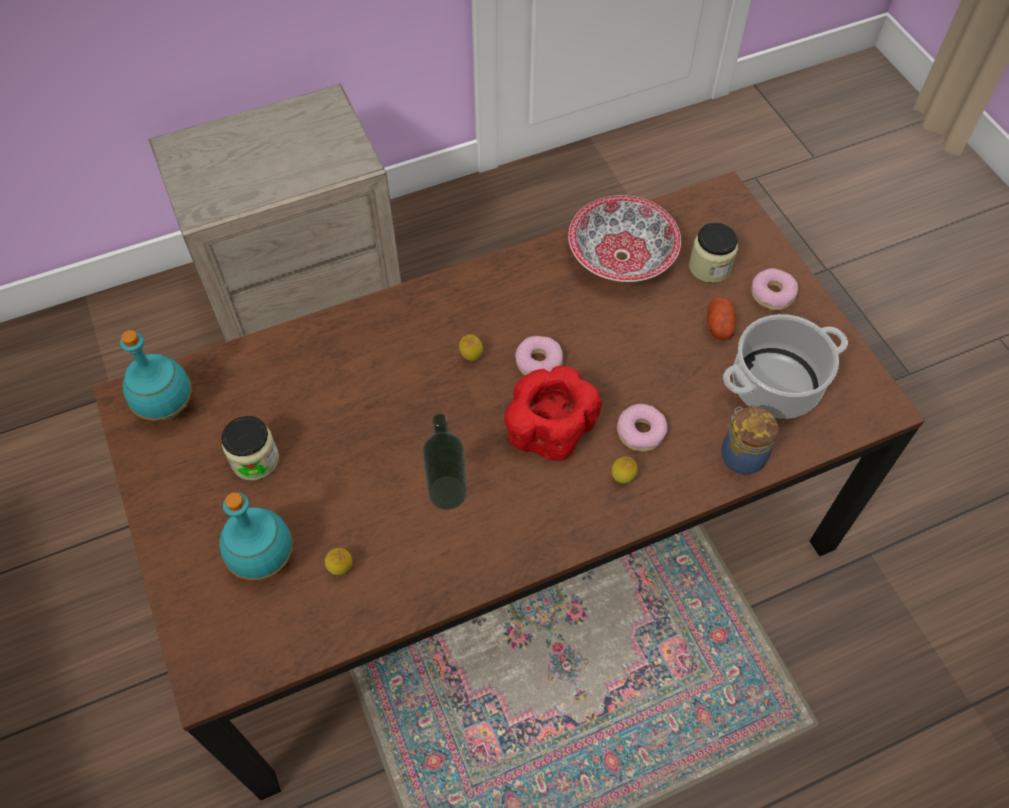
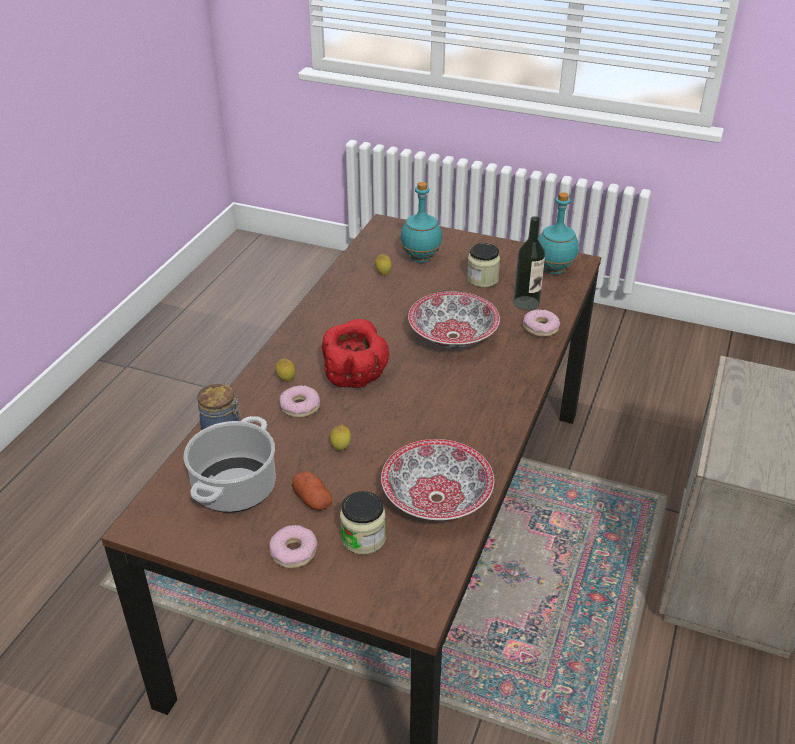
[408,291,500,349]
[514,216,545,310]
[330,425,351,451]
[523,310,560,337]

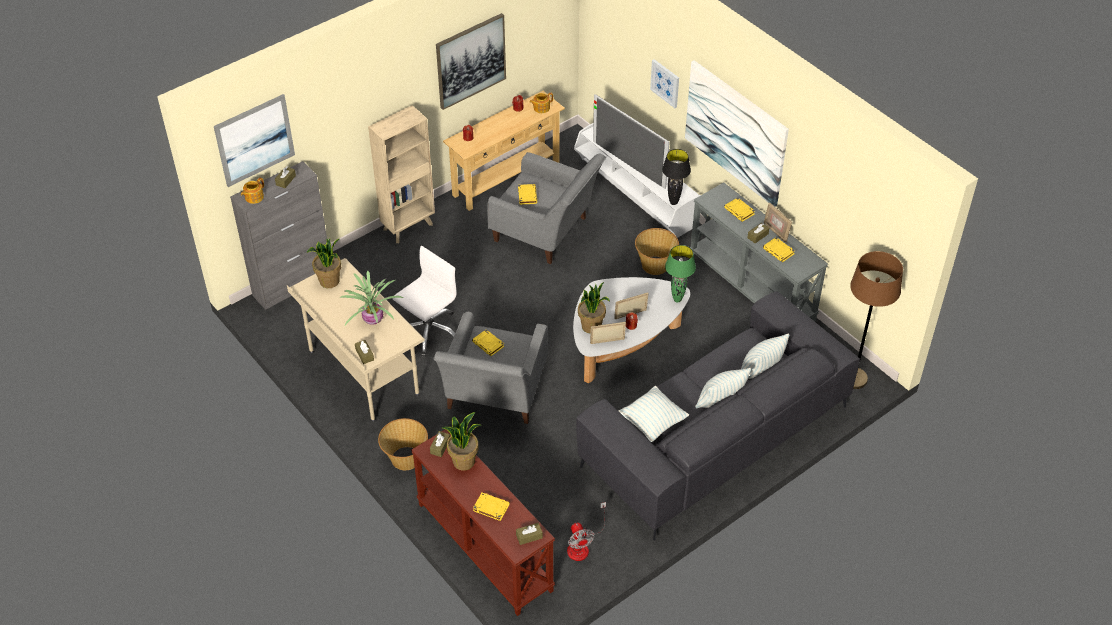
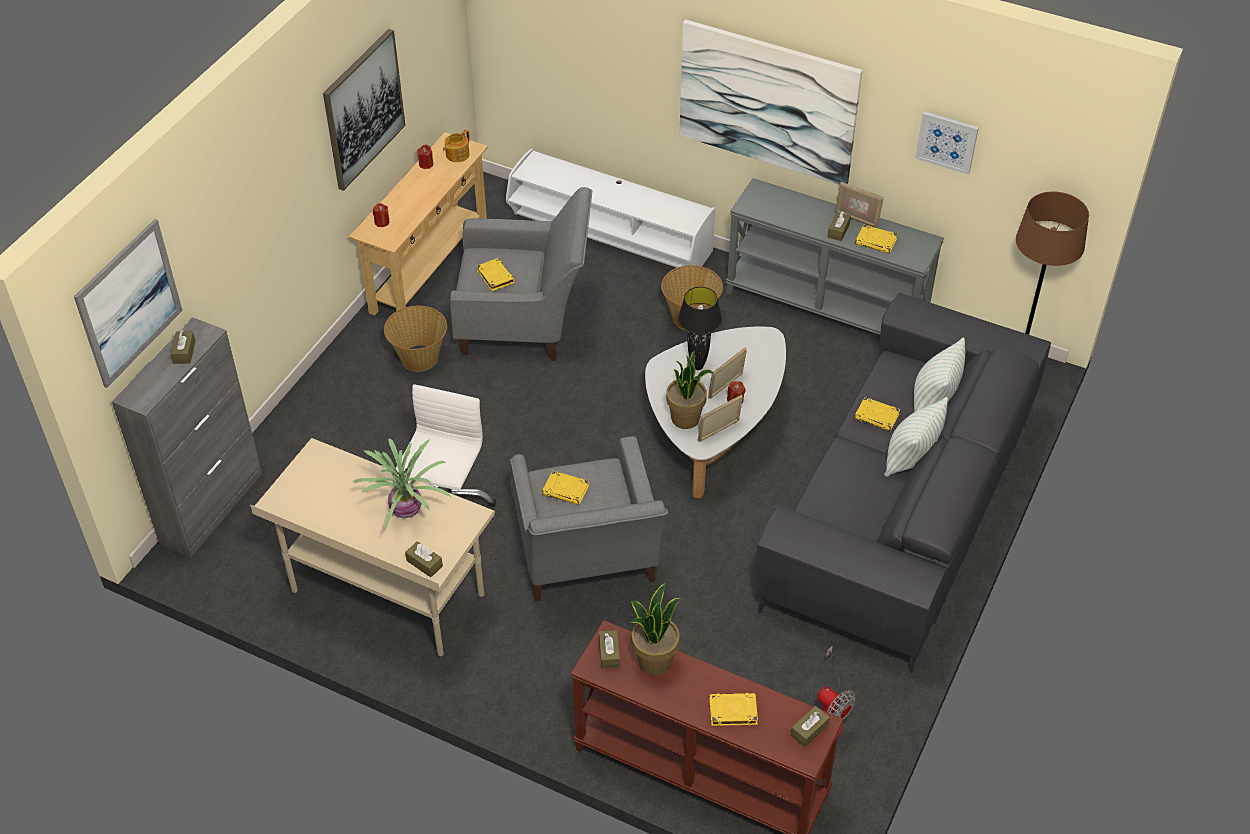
[241,178,264,204] (first image)
[306,238,341,288] (first image)
[368,105,435,243] (first image)
[593,94,670,189] (first image)
[619,386,689,442] (first image)
[665,245,696,302] (first image)
[384,306,447,372]
[915,111,979,175]
[678,287,722,370]
[854,397,900,431]

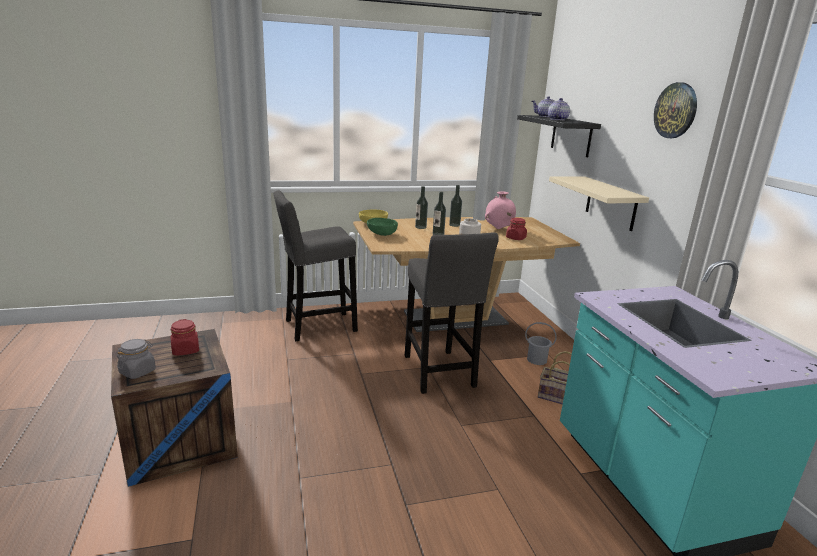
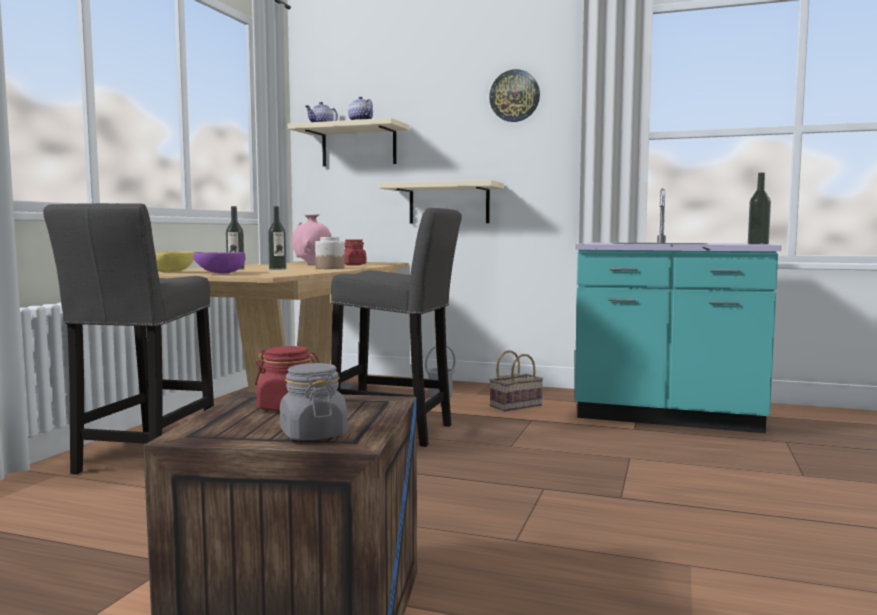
[748,172,771,245]
[193,252,245,274]
[288,118,409,166]

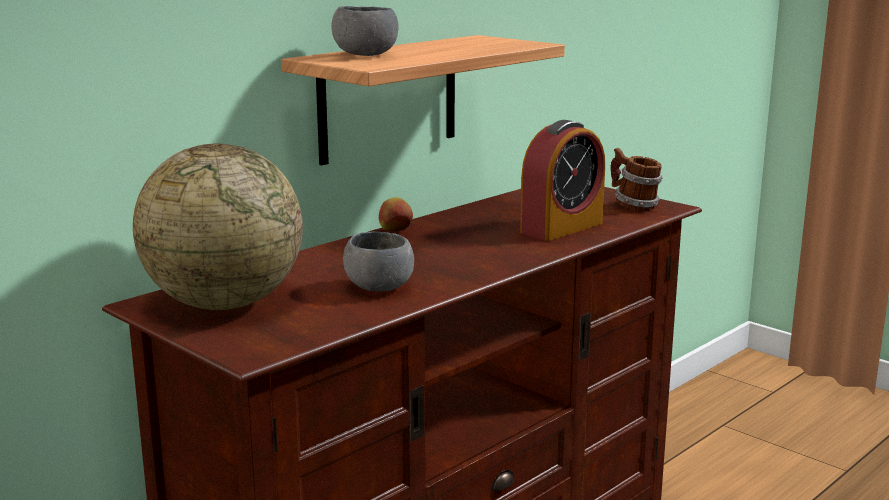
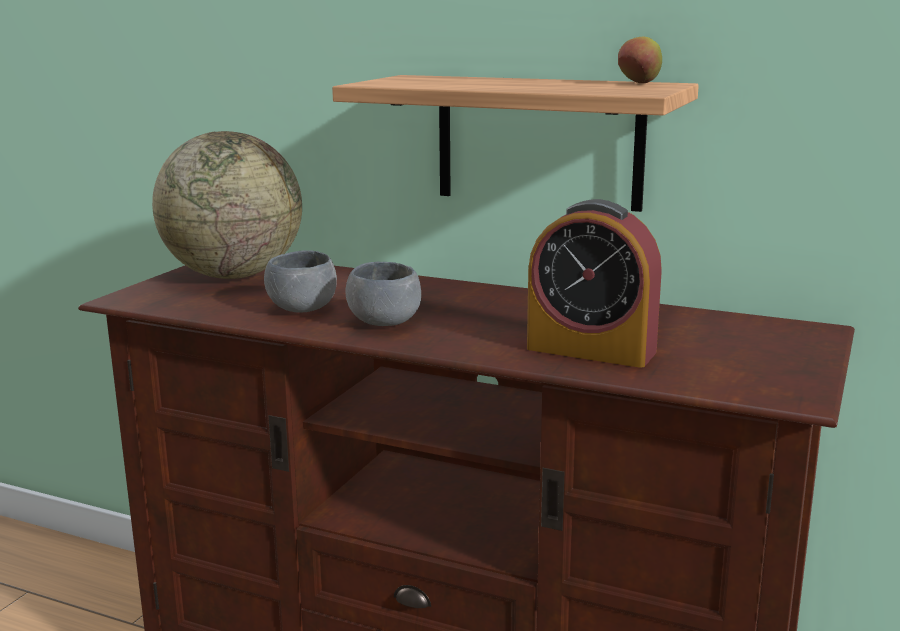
[610,148,663,211] (first image)
[345,262,421,326]
[618,37,662,83]

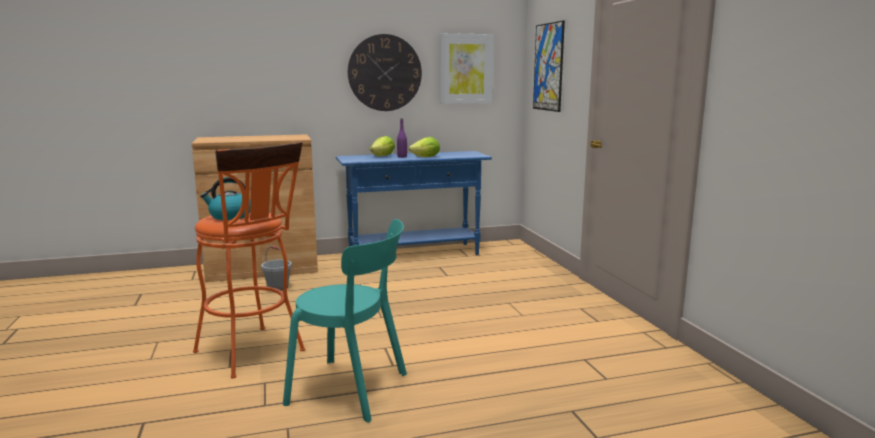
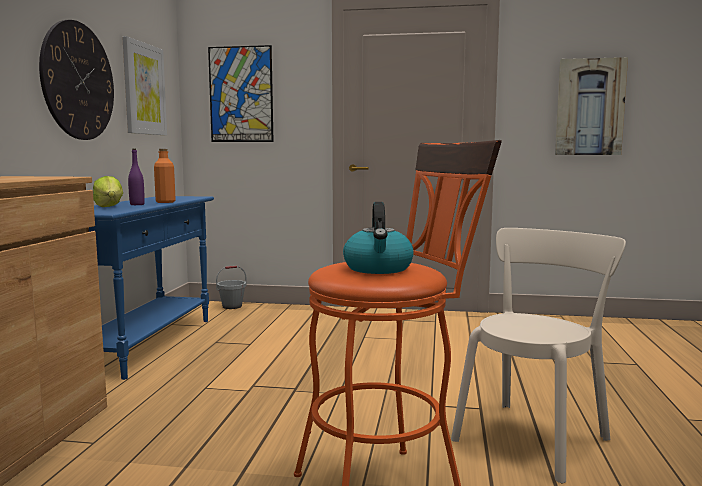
[555,57,628,155]
[216,266,247,309]
[154,149,176,203]
[451,228,626,484]

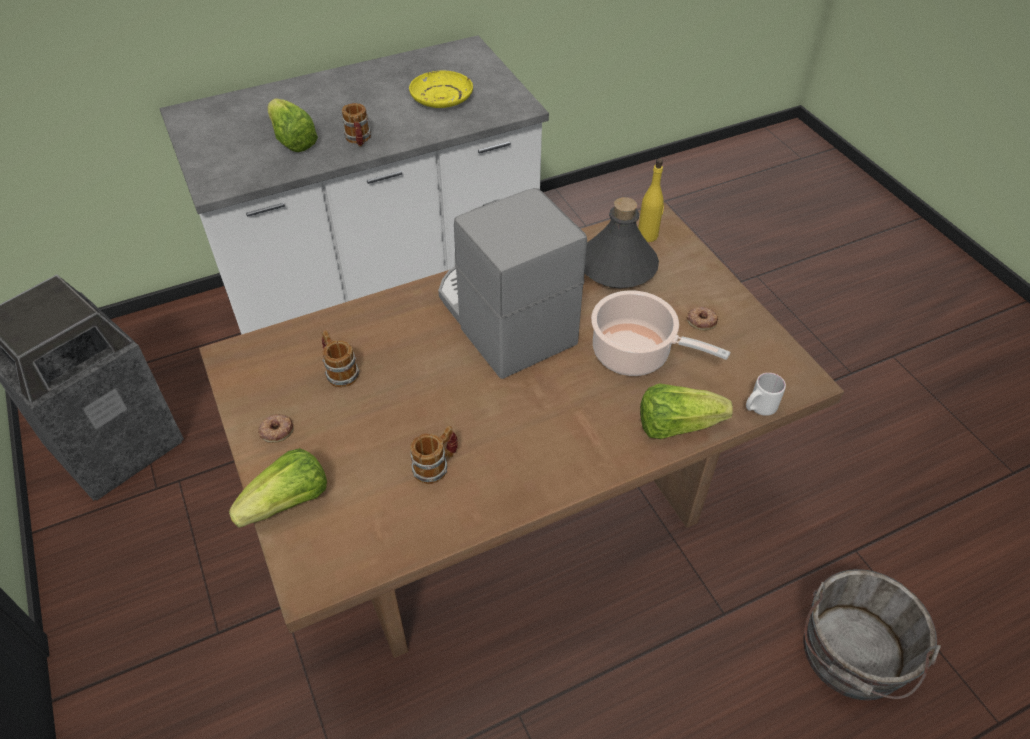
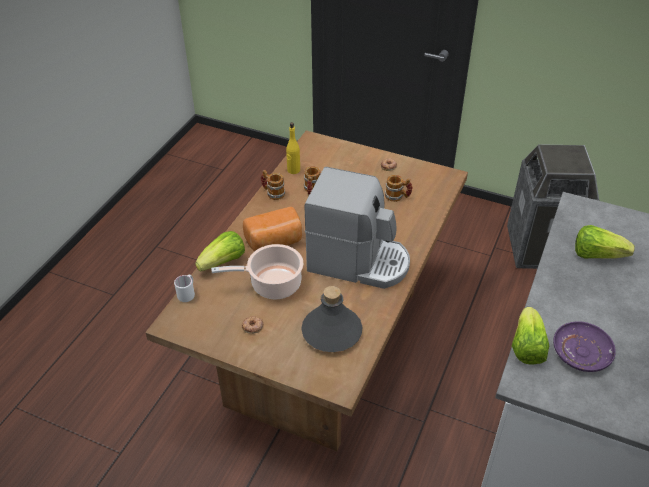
[804,569,941,700] (first image)
[243,207,302,252]
[512,307,549,365]
[261,170,285,200]
[286,122,300,174]
[553,321,616,372]

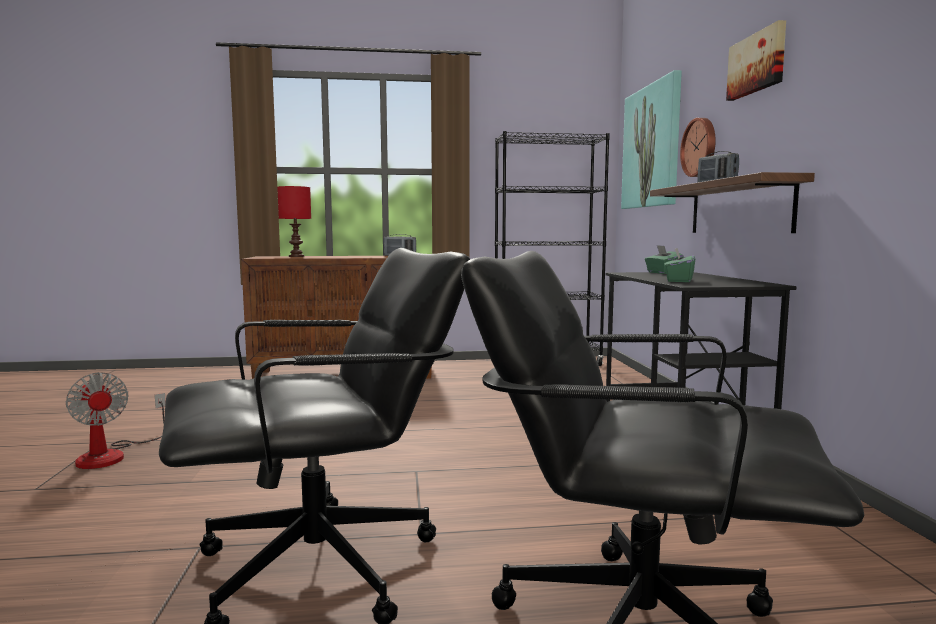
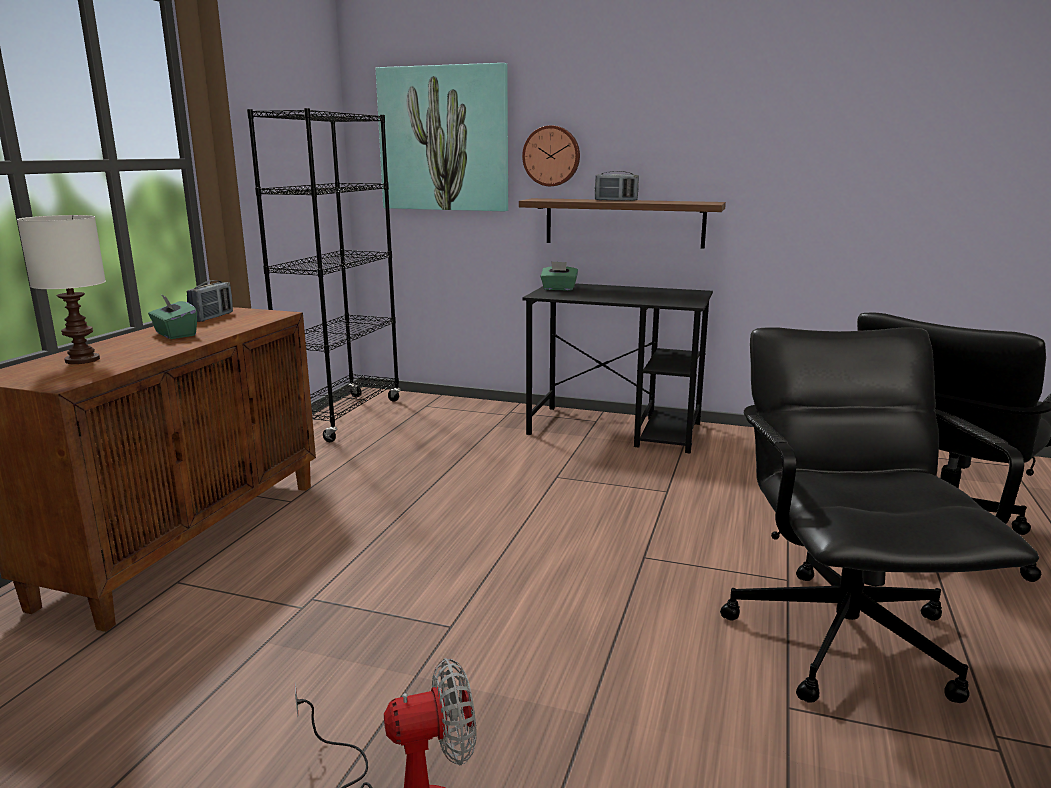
[726,20,786,101] (first image)
[148,294,197,339]
[17,215,106,364]

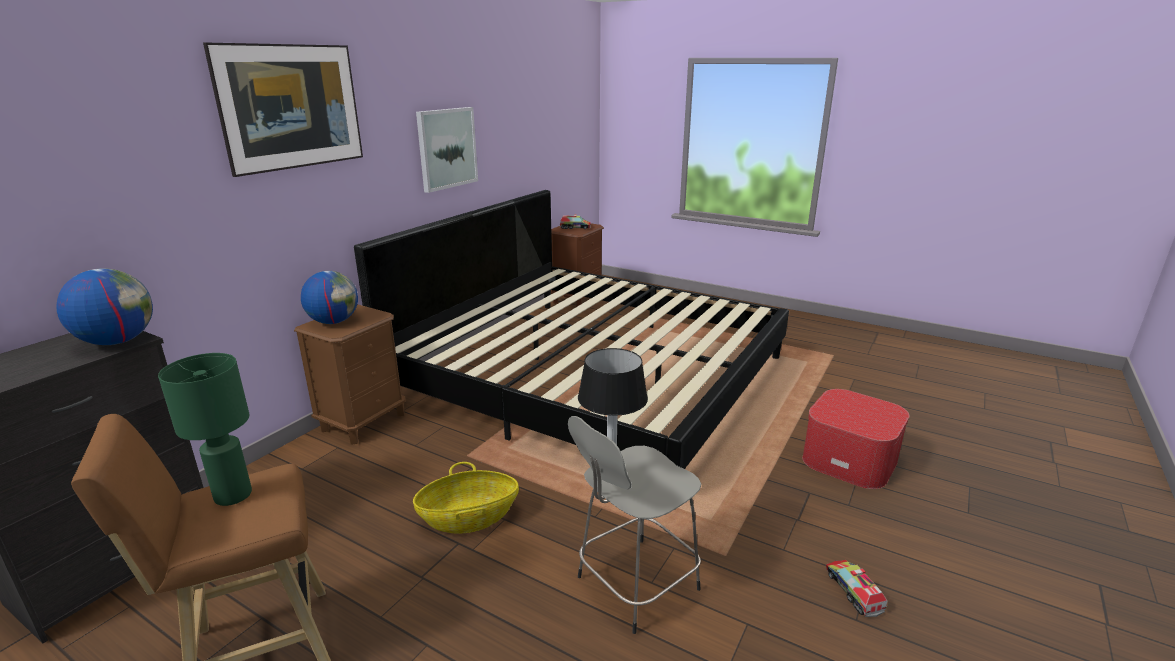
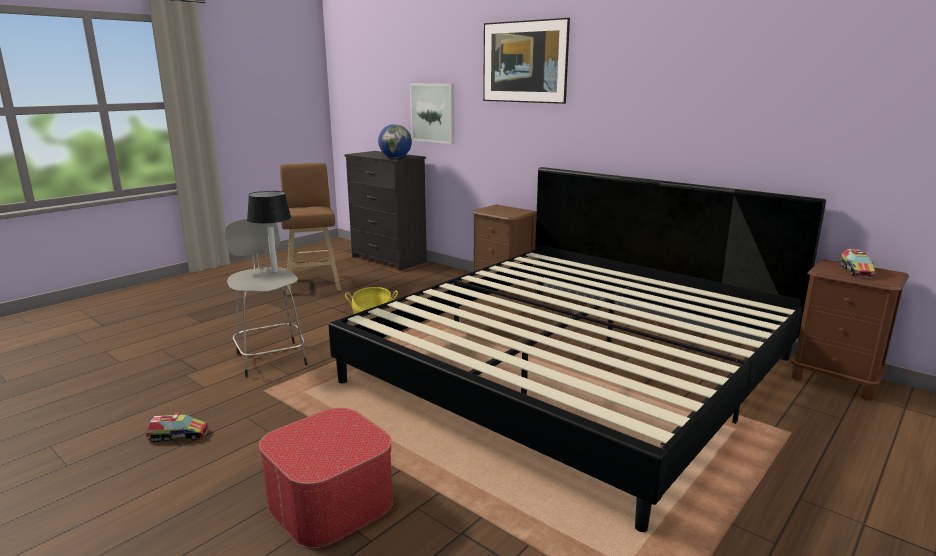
[158,353,252,506] (first image)
[301,271,358,324] (first image)
[410,83,455,144]

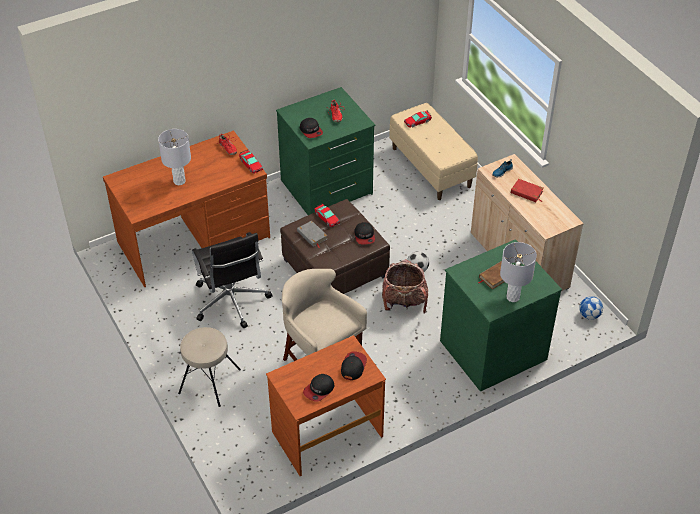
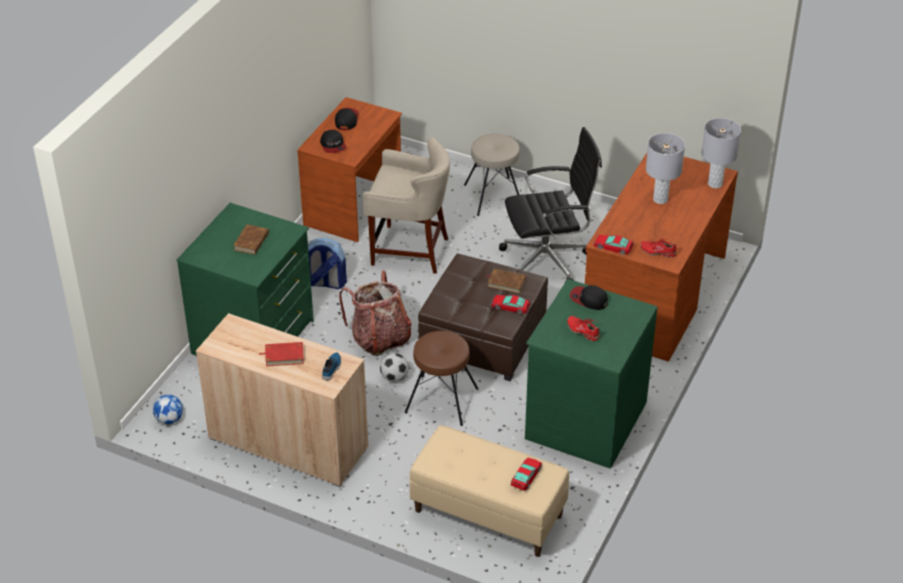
[354,222,375,244] (first image)
[308,238,347,289]
[405,331,478,426]
[701,118,741,188]
[487,269,526,294]
[499,127,602,282]

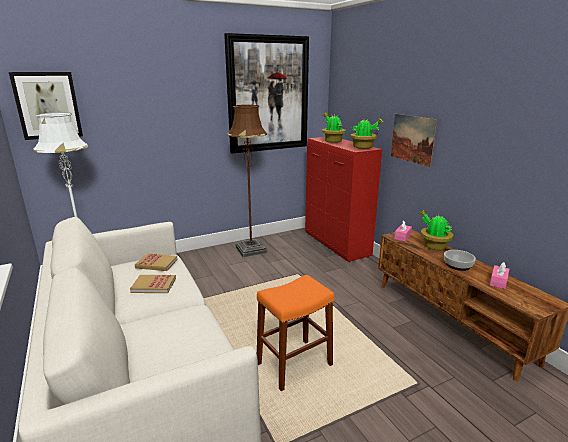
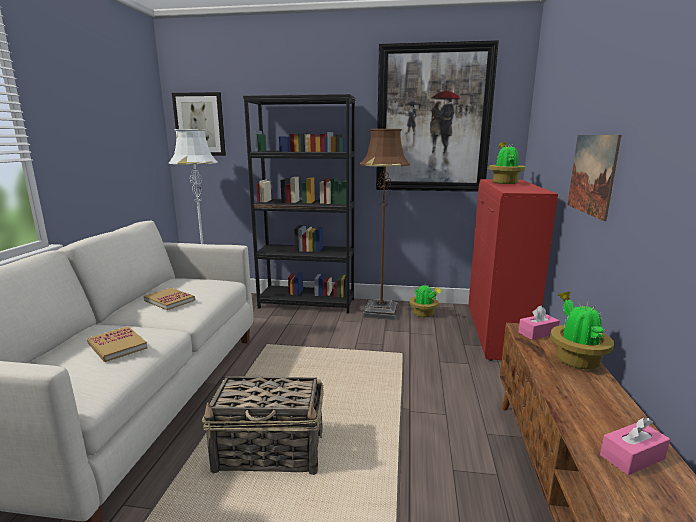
[444,250,476,271] (first image)
[243,94,356,314]
[87,326,147,362]
[409,284,441,317]
[202,376,324,475]

